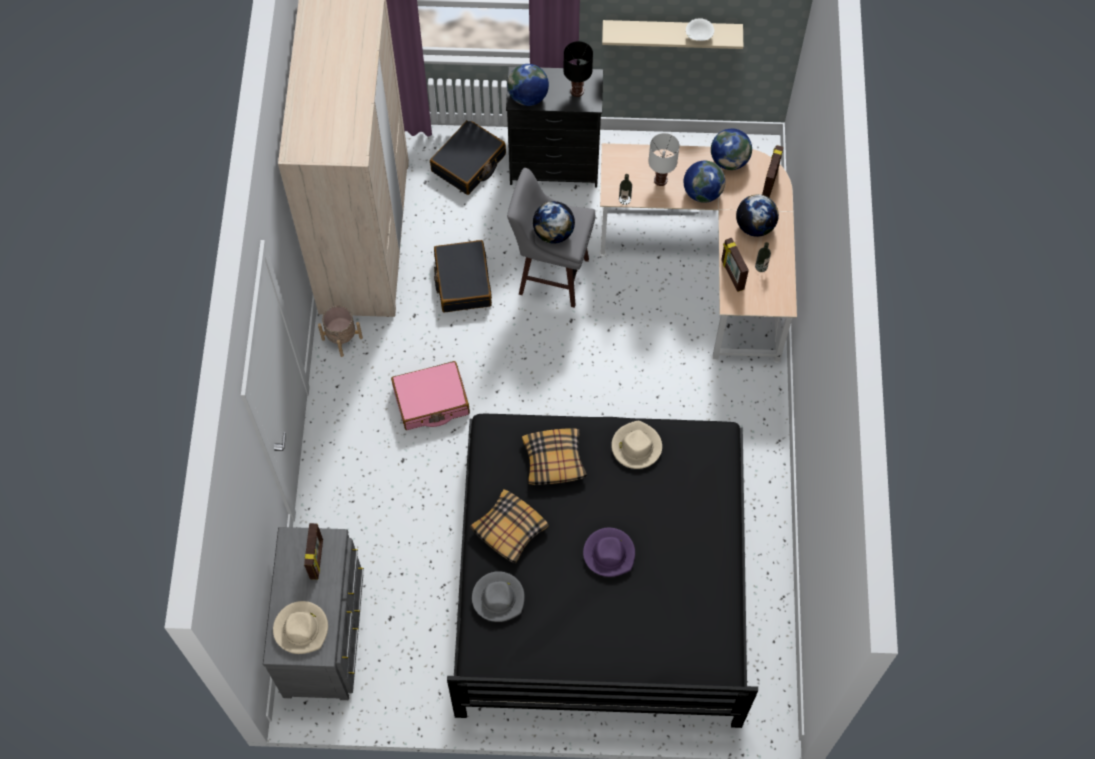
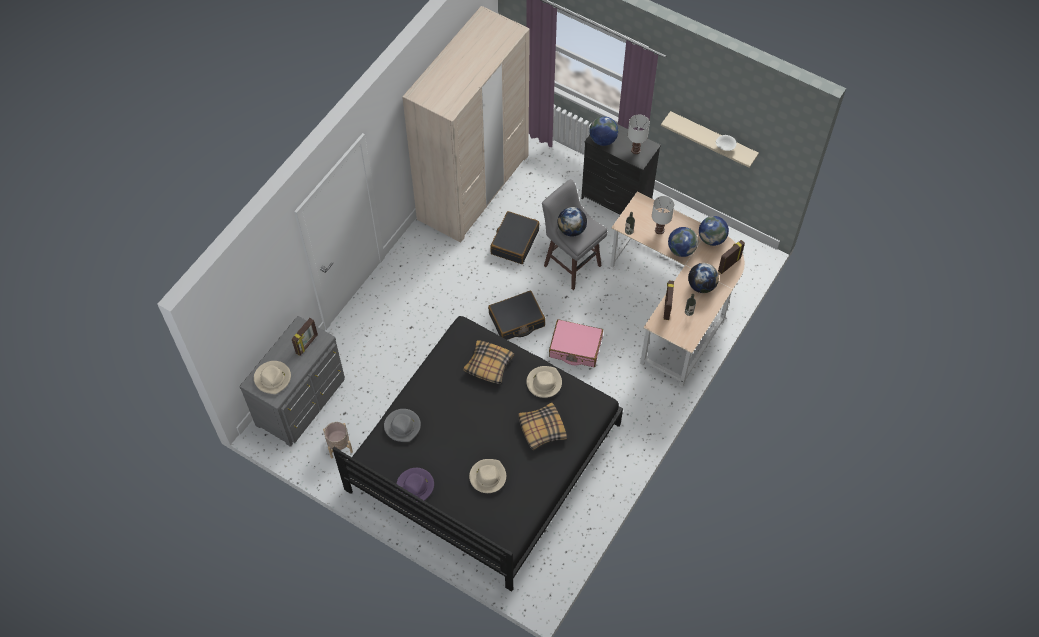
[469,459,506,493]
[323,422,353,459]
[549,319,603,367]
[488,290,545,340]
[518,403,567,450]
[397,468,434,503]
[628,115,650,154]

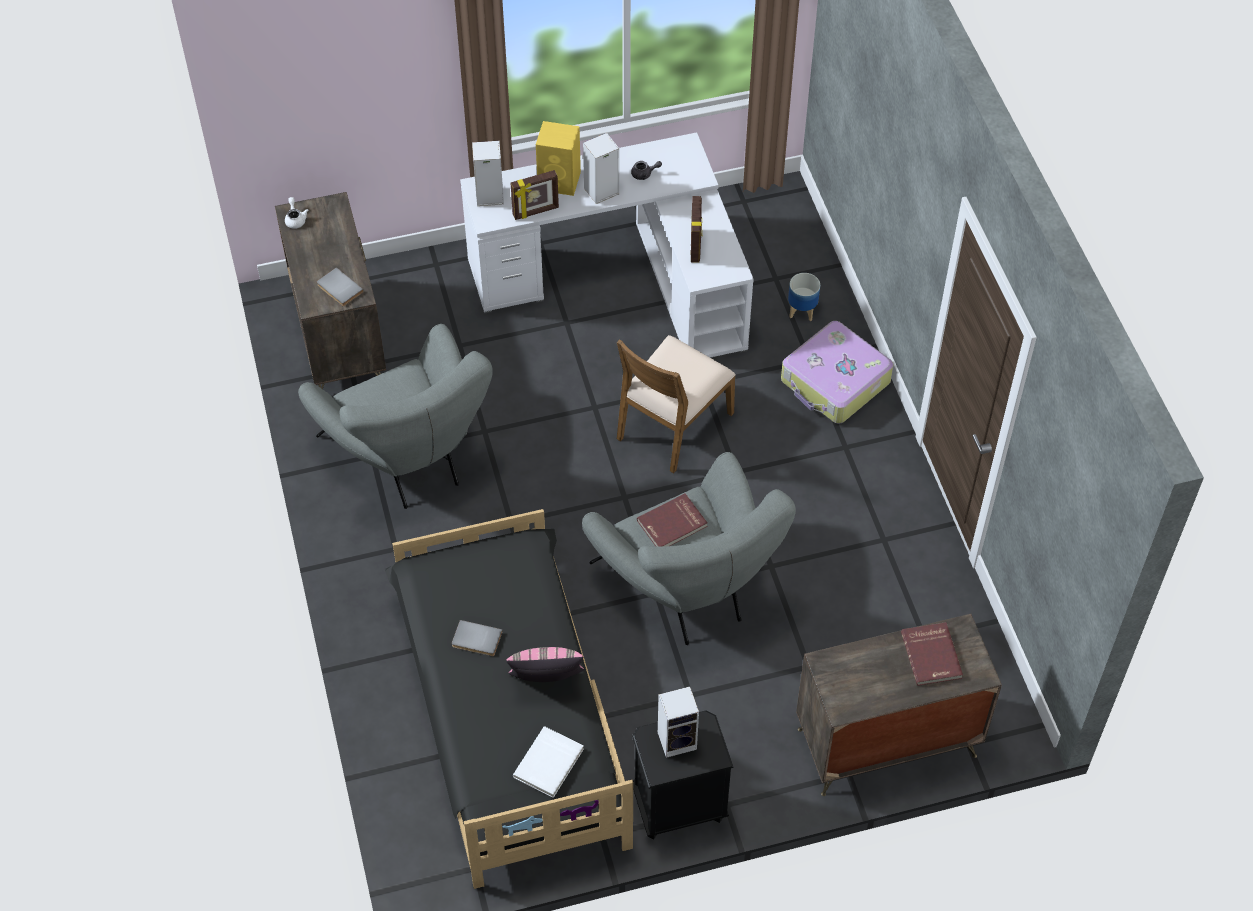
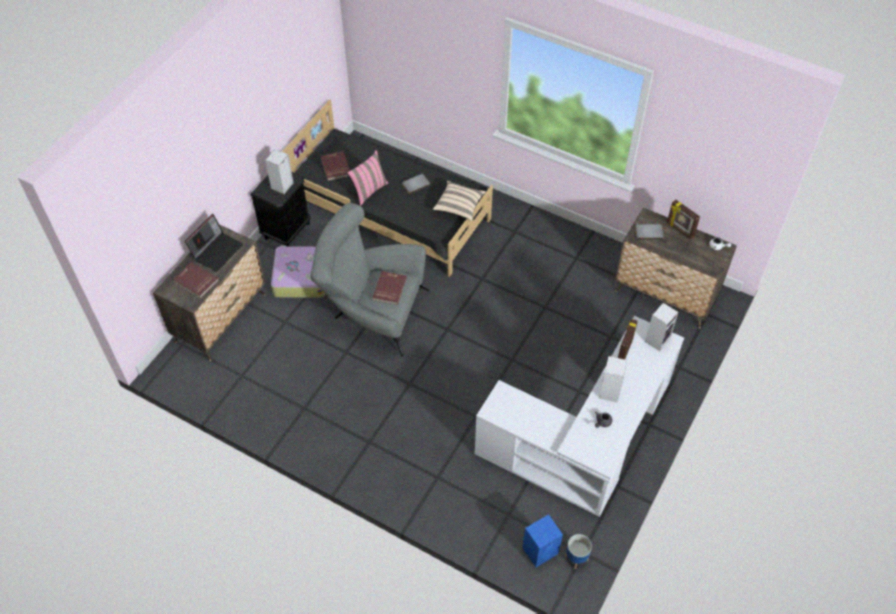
[298,324,493,509] (first image)
[536,121,581,196] (first image)
[617,335,736,474] (first image)
[185,214,243,272]
[433,181,486,221]
[522,514,563,567]
[667,200,700,239]
[271,245,326,298]
[565,534,592,569]
[321,151,350,181]

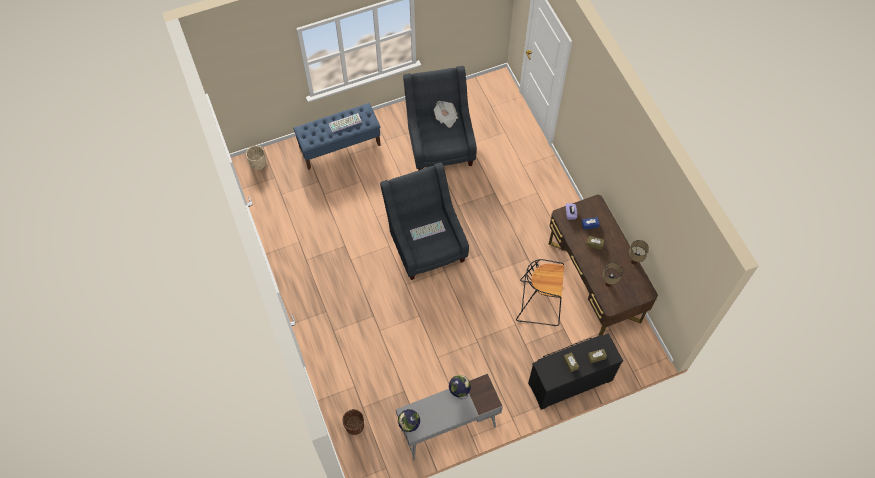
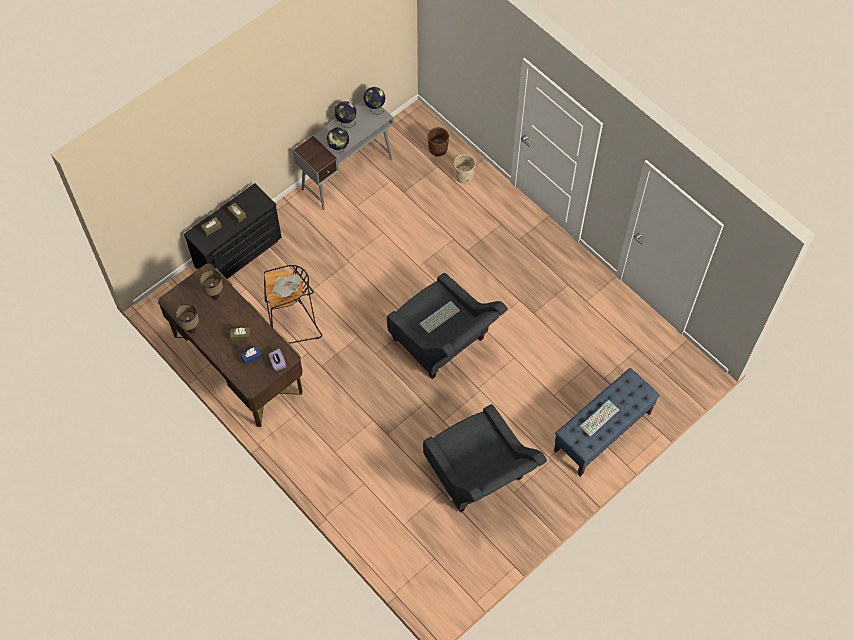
[334,101,356,128]
[454,154,476,183]
[272,274,302,297]

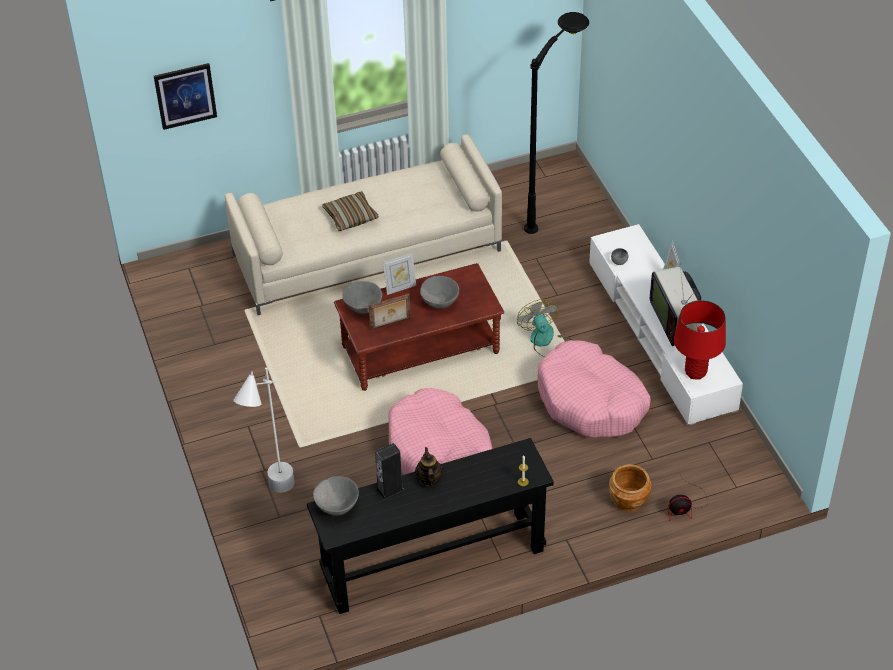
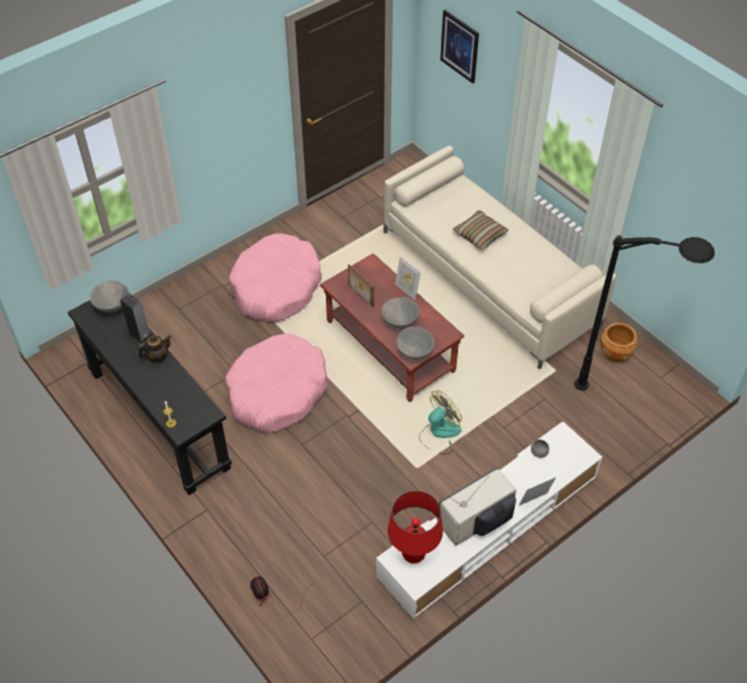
[233,367,295,493] (first image)
[397,327,434,360]
[229,233,322,322]
[601,323,638,362]

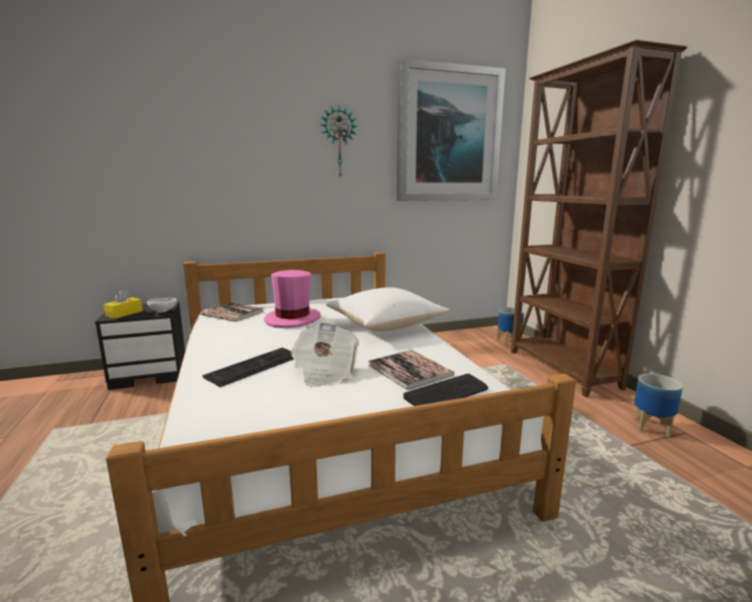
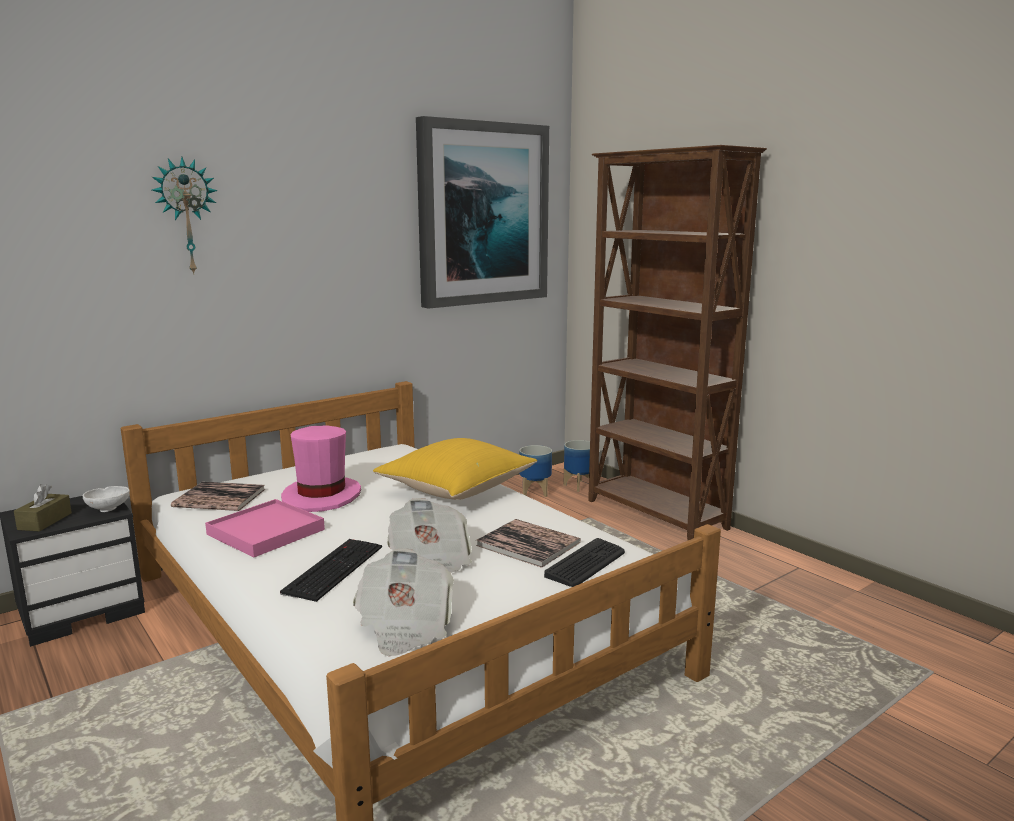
[205,499,325,557]
[353,548,454,656]
[152,156,218,275]
[519,445,552,497]
[14,484,72,532]
[373,438,537,500]

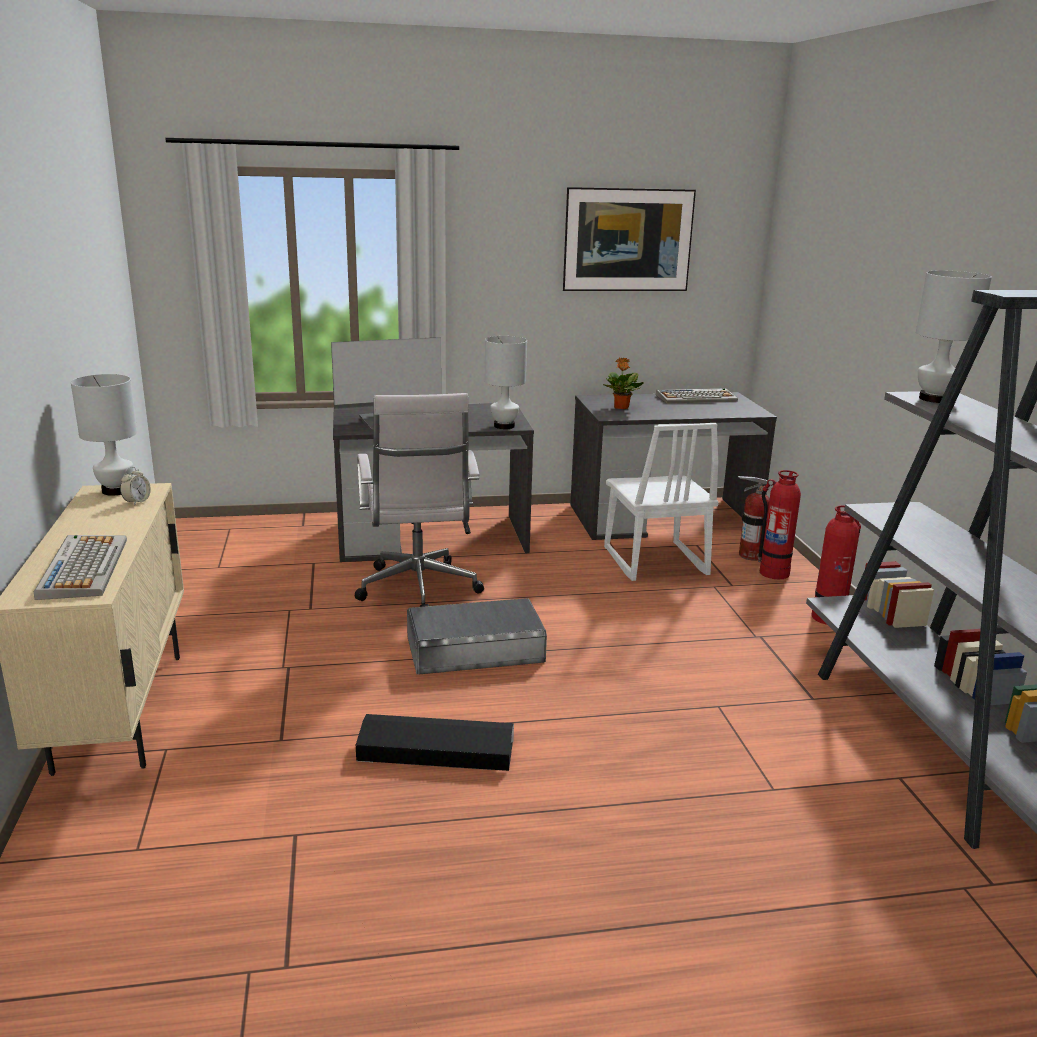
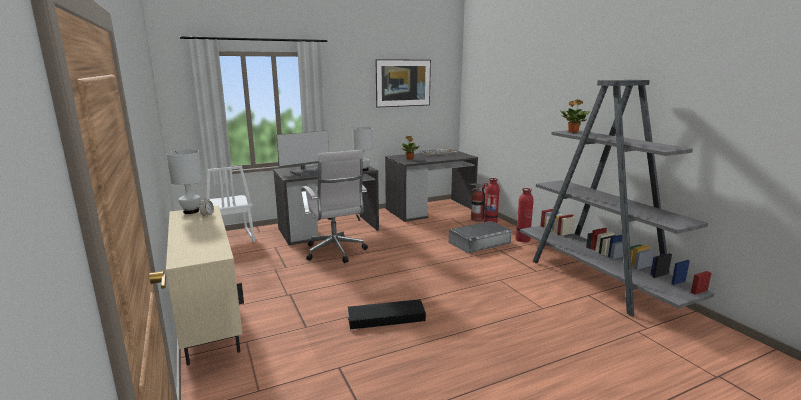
[34,535,127,600] (first image)
[449,221,511,253]
[206,166,255,242]
[561,99,590,133]

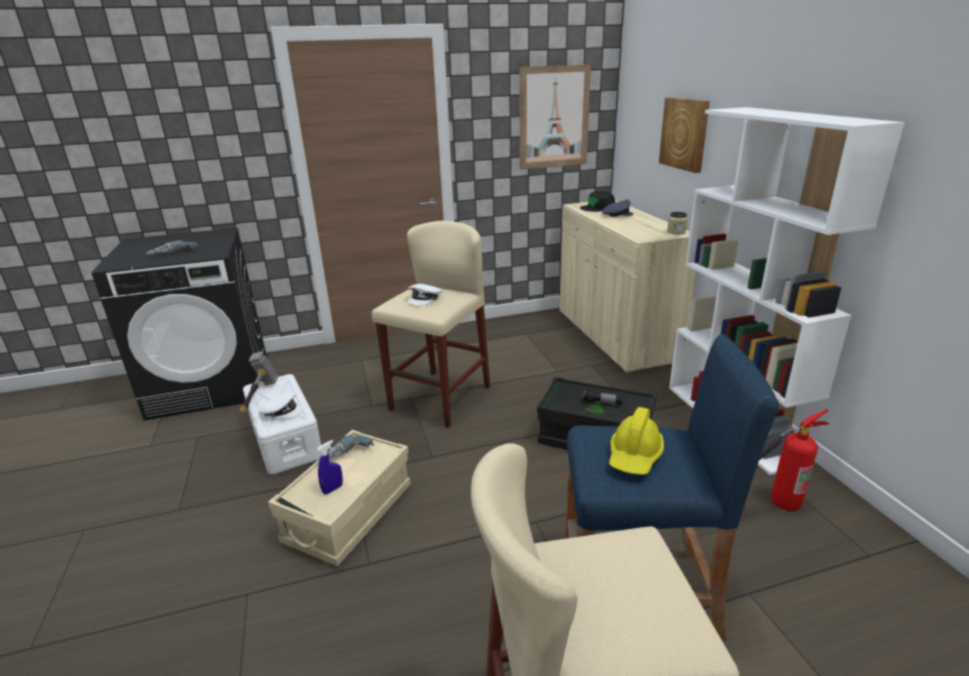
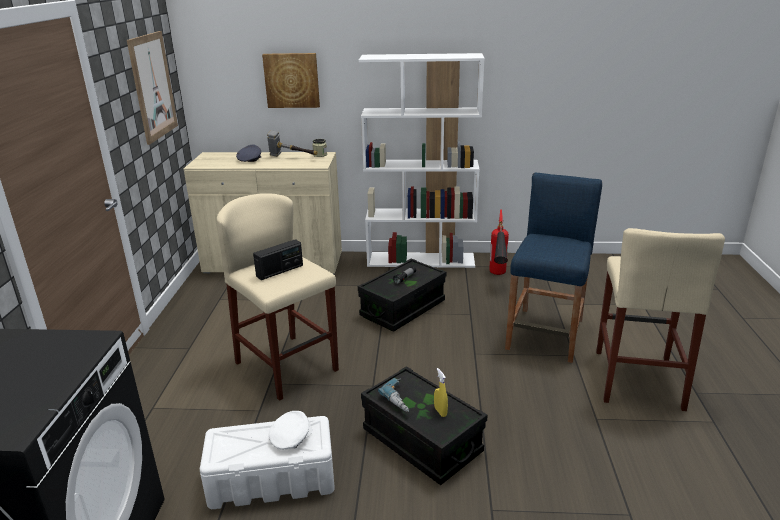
[146,240,198,255] (first image)
[580,191,615,212] (first image)
[609,407,664,475] (first image)
[267,130,318,157]
[253,239,303,280]
[361,366,488,485]
[434,368,448,417]

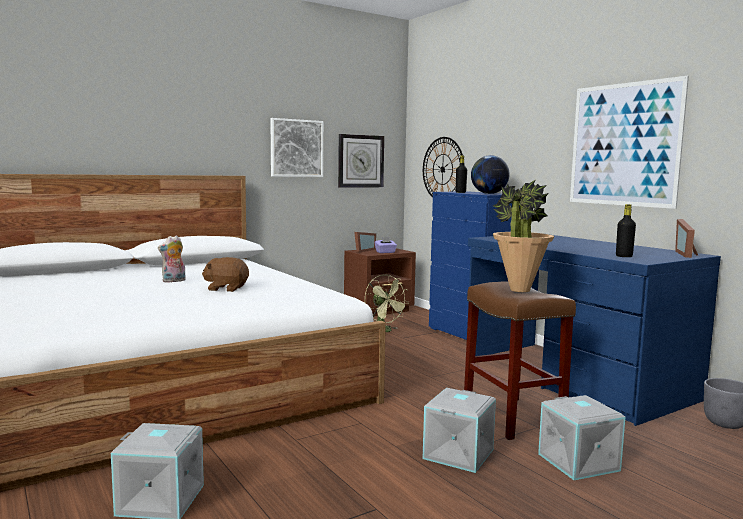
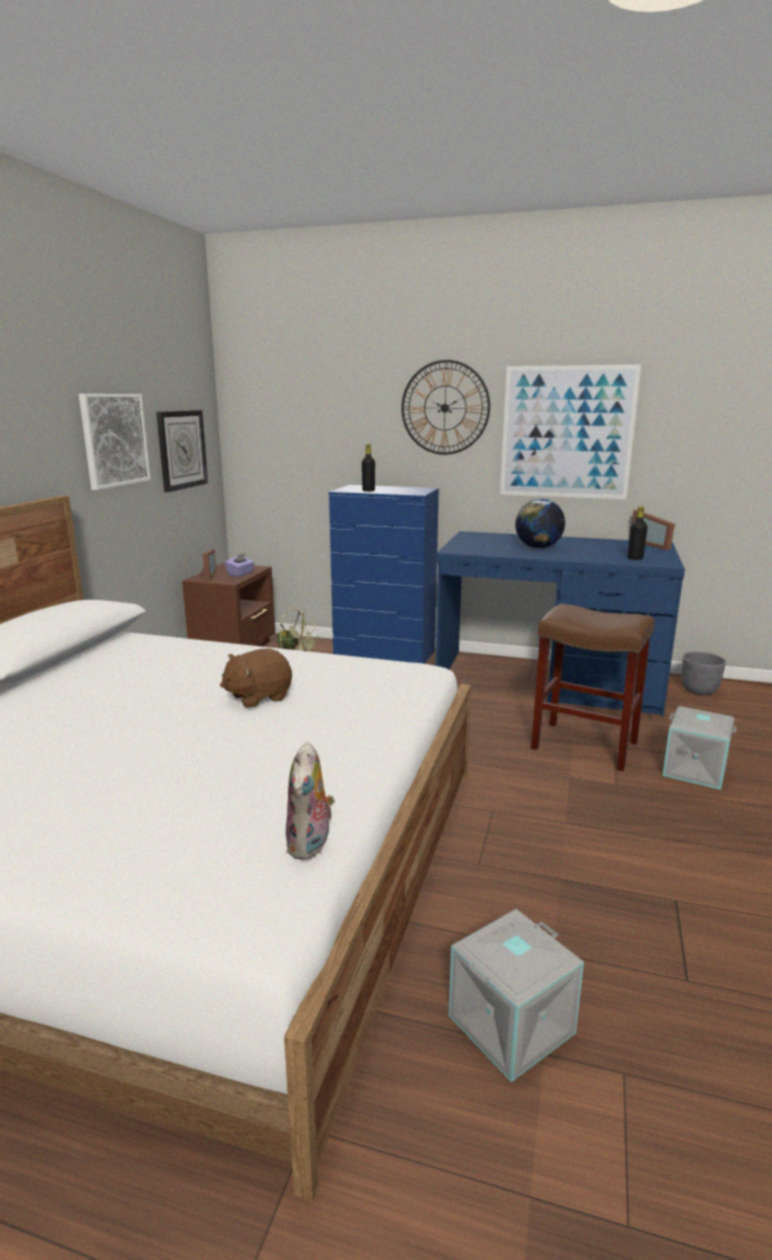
[422,388,496,473] (first image)
[493,180,554,292] (first image)
[286,742,335,860]
[401,360,490,455]
[515,499,565,548]

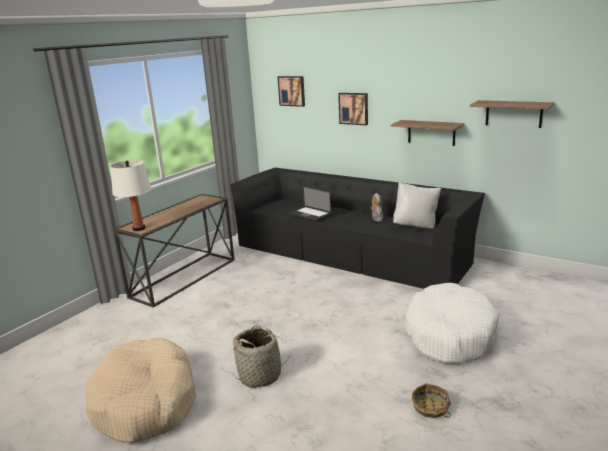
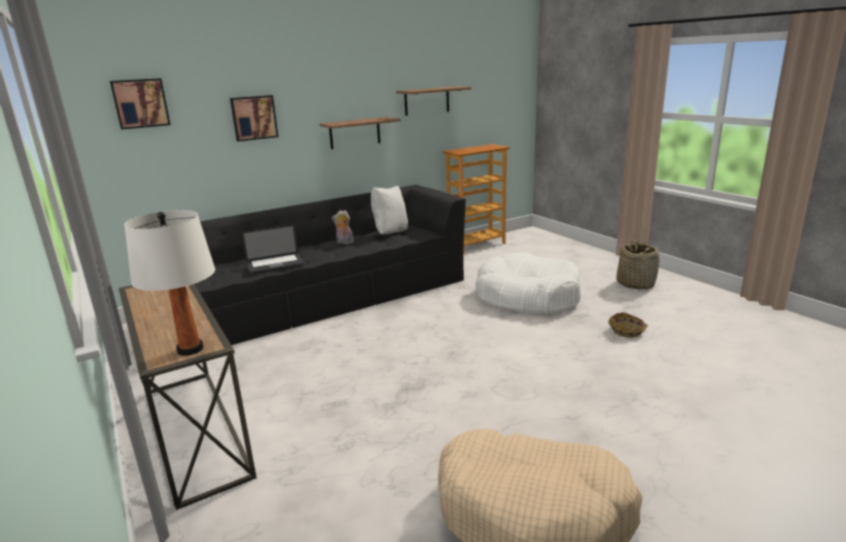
[442,144,510,255]
[616,240,660,290]

